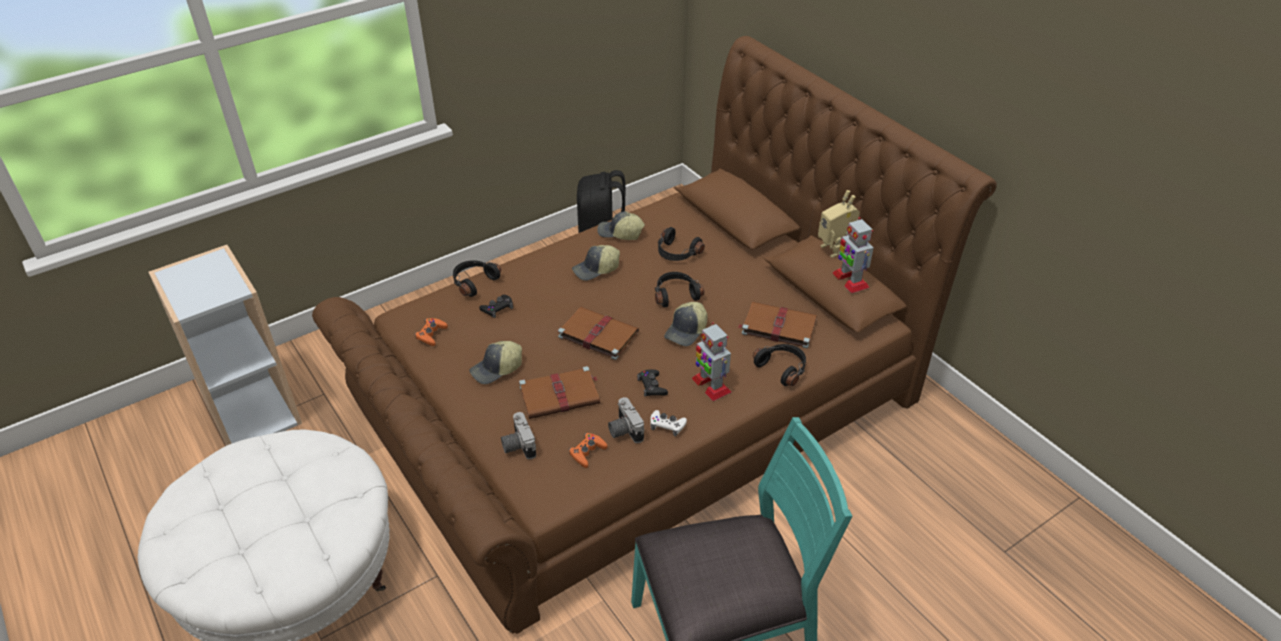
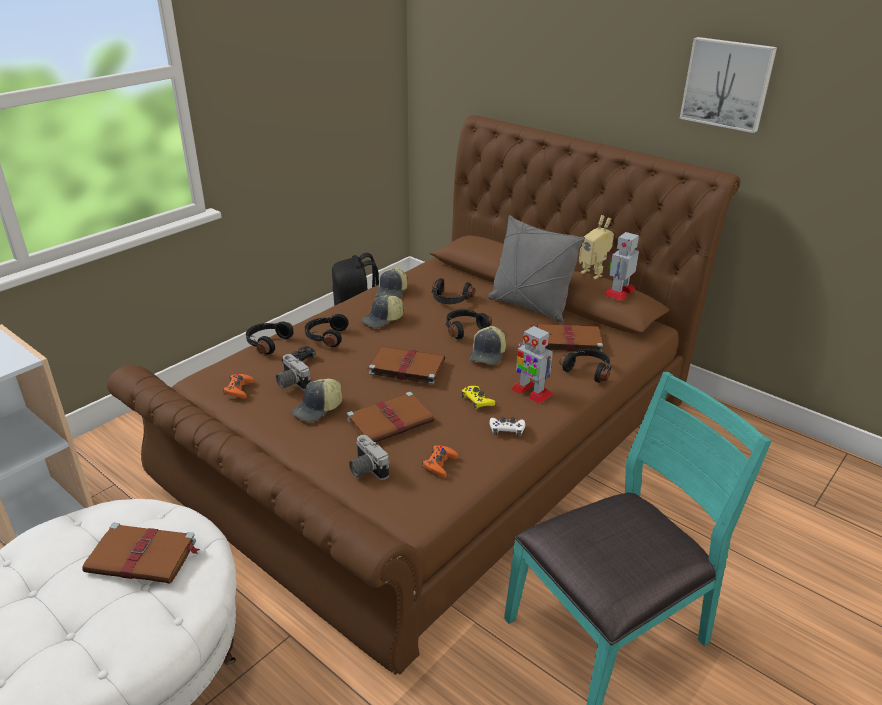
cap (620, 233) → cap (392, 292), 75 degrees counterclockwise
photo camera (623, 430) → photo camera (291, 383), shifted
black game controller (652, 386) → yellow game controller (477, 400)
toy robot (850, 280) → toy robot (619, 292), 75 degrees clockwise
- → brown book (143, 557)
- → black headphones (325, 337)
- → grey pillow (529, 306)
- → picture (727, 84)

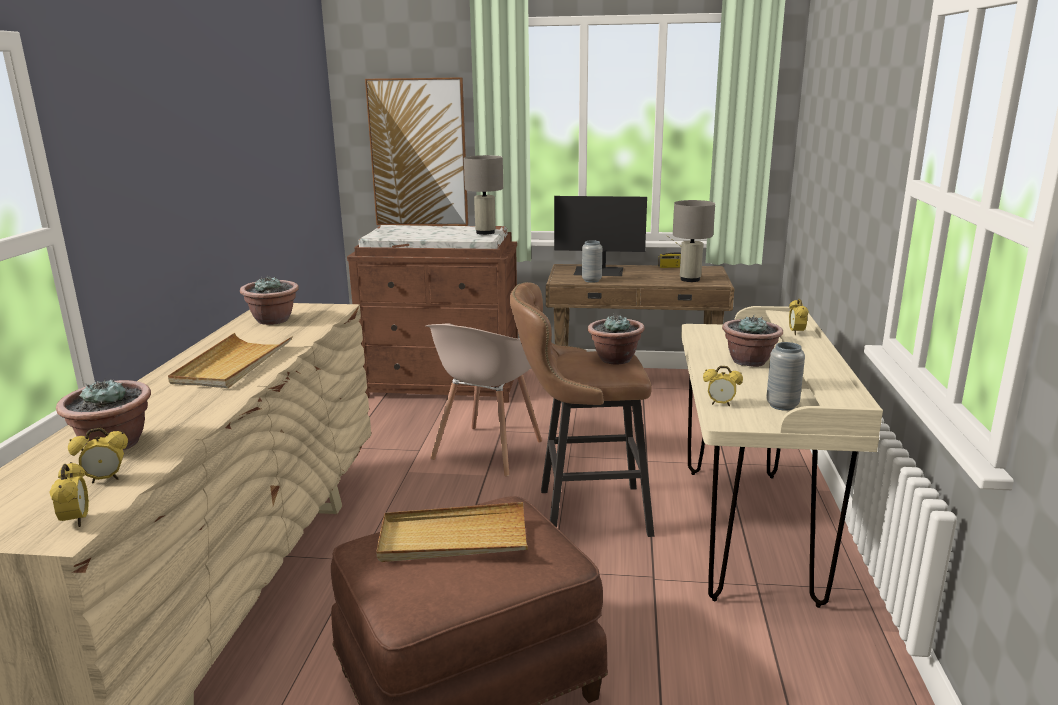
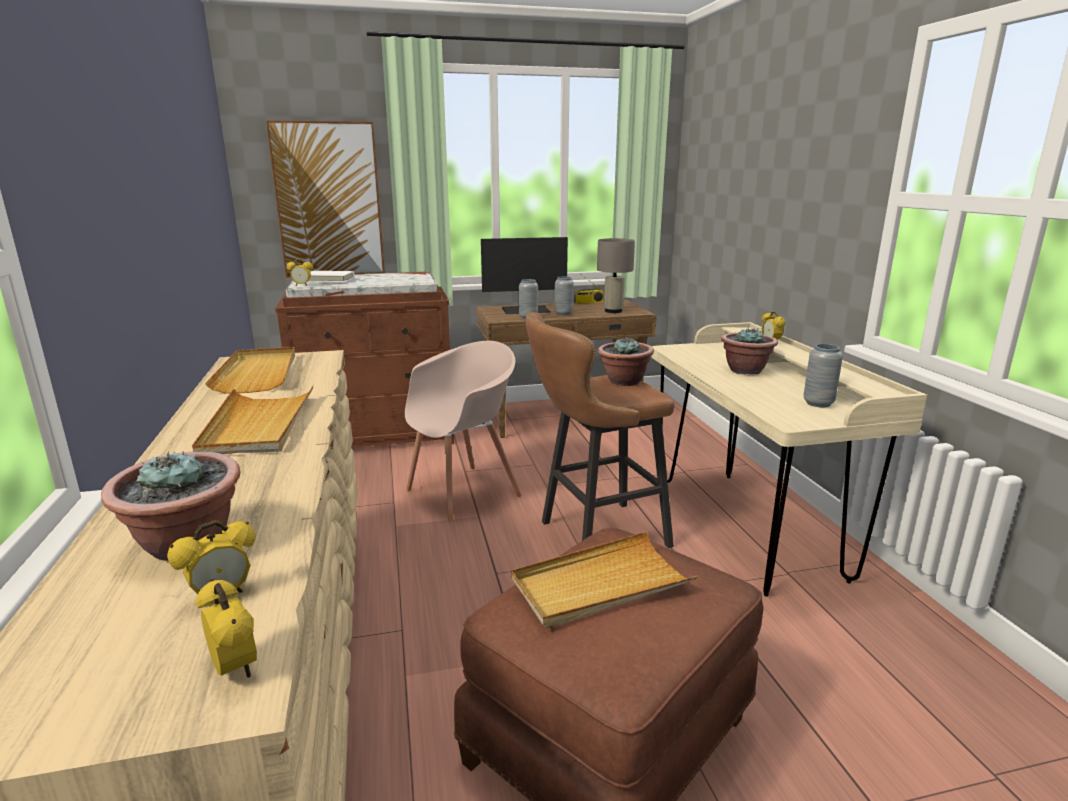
potted plant (273, 320) → beige tray (258, 373)
beige chair (487, 451) → beige chair (464, 493), 135 degrees counterclockwise
grey table lamp (485, 232) → -
alarm clock (720, 404) → alarm clock (302, 285), shifted
- → white book (329, 279)
- → grey vase (563, 314)

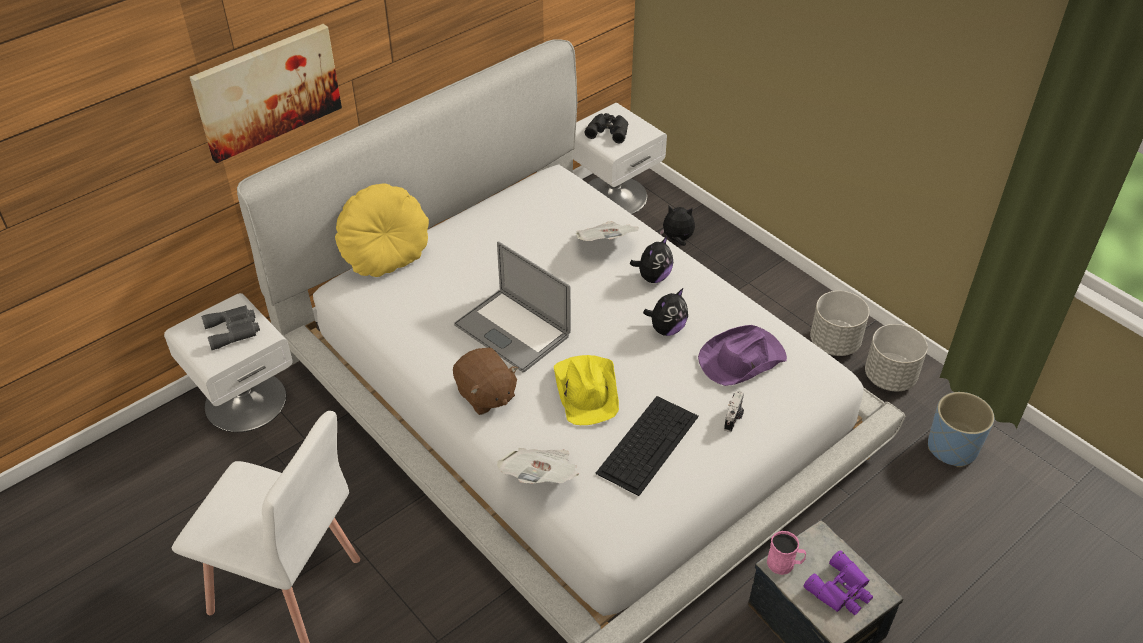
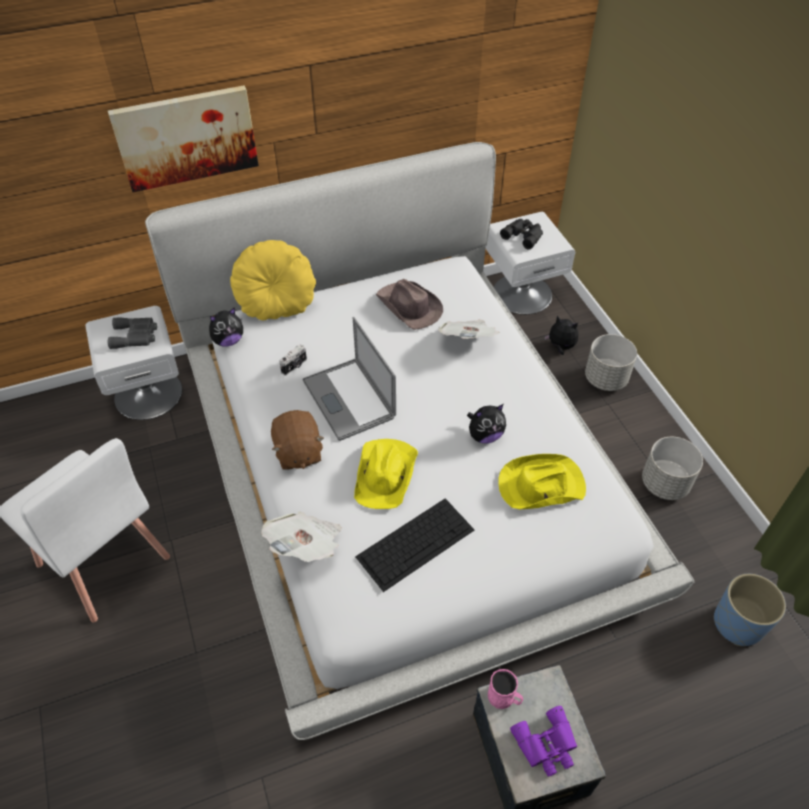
plush toy (653, 277) → plush toy (228, 341), shifted
purple hat (741, 359) → yellow hat (540, 485)
photo camera (734, 418) → photo camera (295, 366), shifted
grey planter (889, 377) → grey planter (605, 379), shifted
- → brown hat (409, 307)

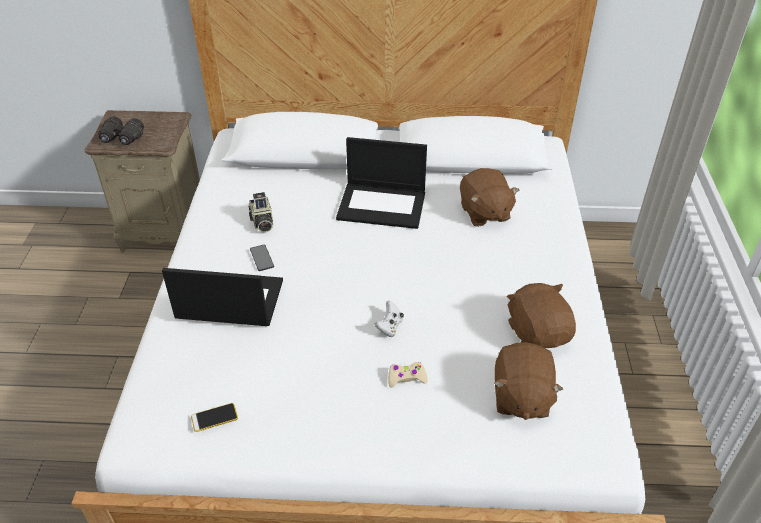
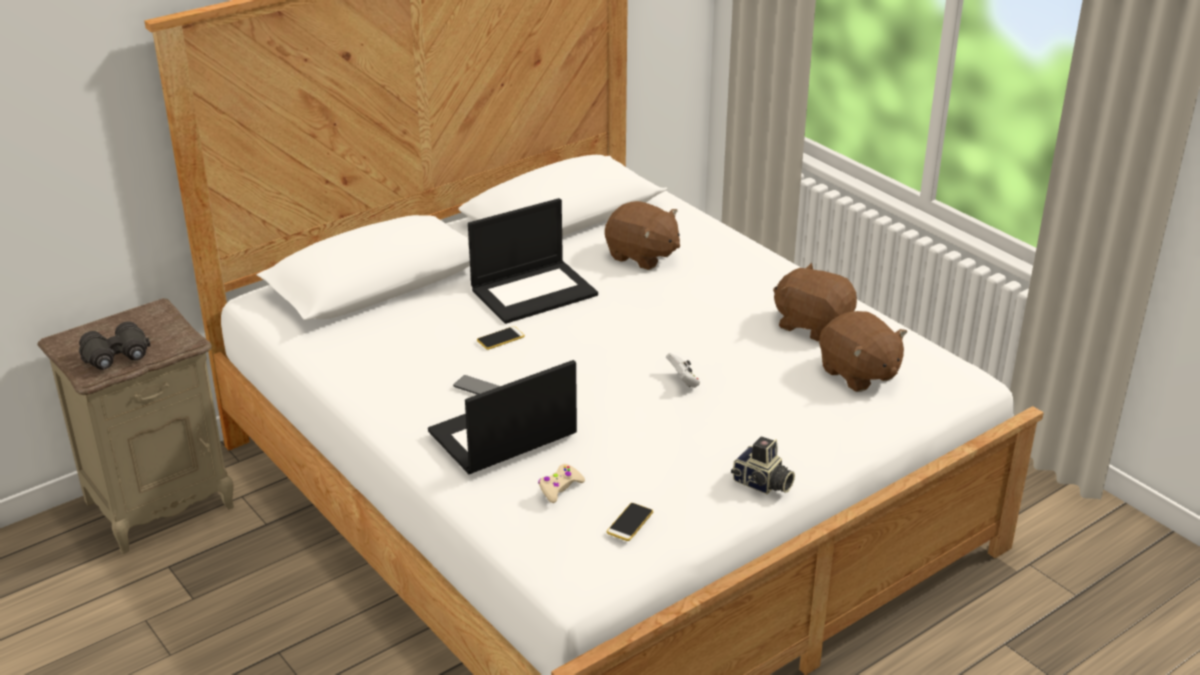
photo camera (262, 222) → photo camera (762, 484), shifted
beige game controller (406, 378) → beige game controller (560, 488), shifted
- → phone (500, 338)

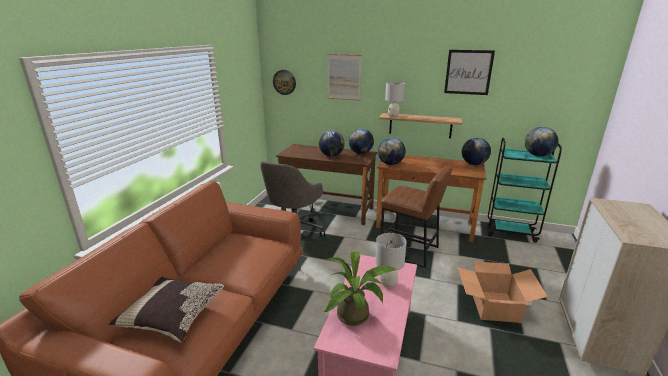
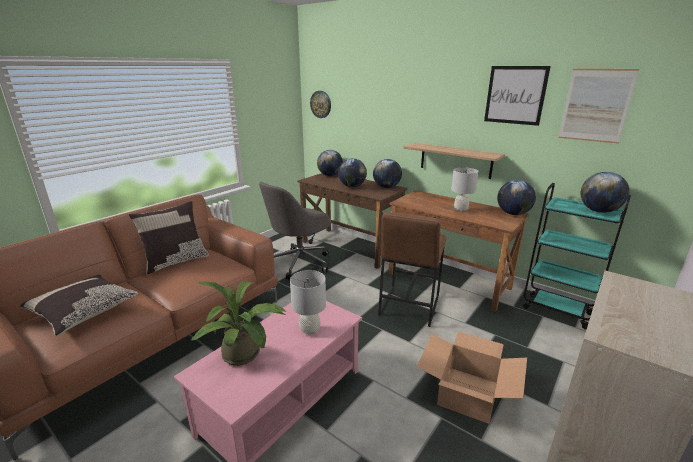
picture (344, 77) → picture (595, 105), shifted
globe (390, 164) → globe (330, 175), shifted
brown chair (410, 250) → brown chair (409, 306), 60 degrees clockwise
grey table lamp (393, 116) → grey table lamp (461, 210), shifted
- → pillow (176, 262)

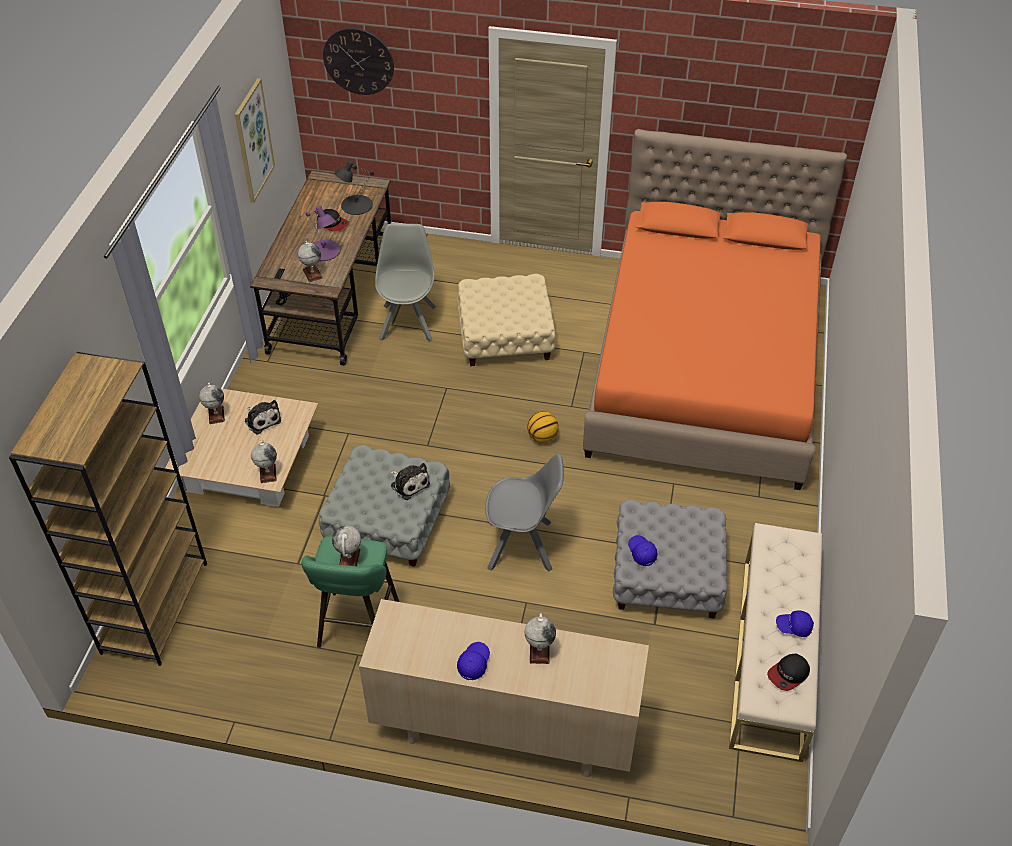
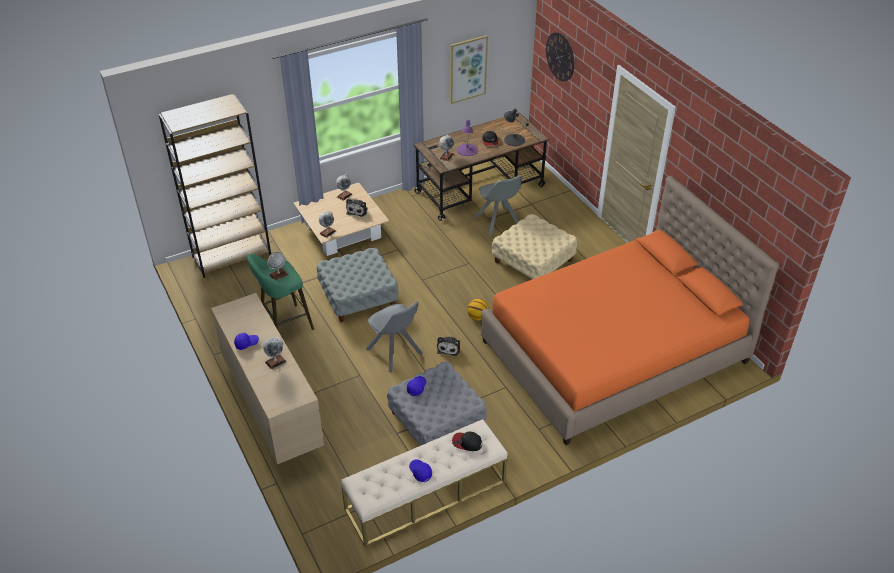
grey chair (408, 321) → grey chair (498, 222), 105 degrees clockwise
plush toy (409, 484) → plush toy (449, 347), shifted
cap (788, 674) → cap (467, 443), shifted

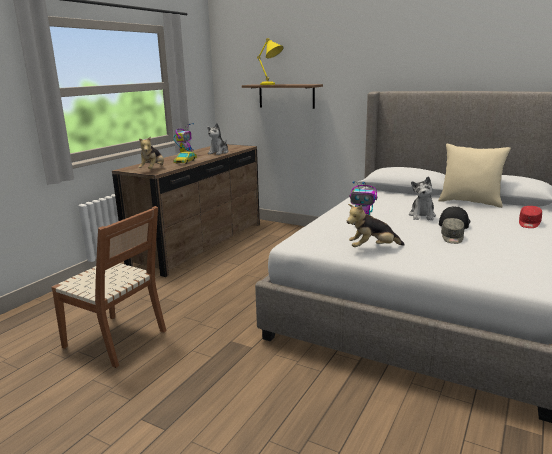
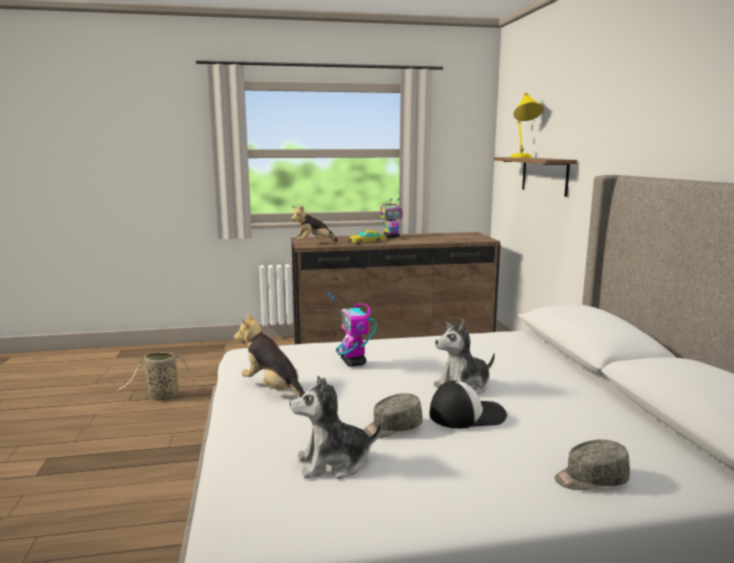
chair (118, 341) → basket (161, 397)
plush toy (219, 152) → plush toy (334, 463), shifted
beige pillow (470, 202) → -
red cap (529, 223) → grey cap (590, 479)

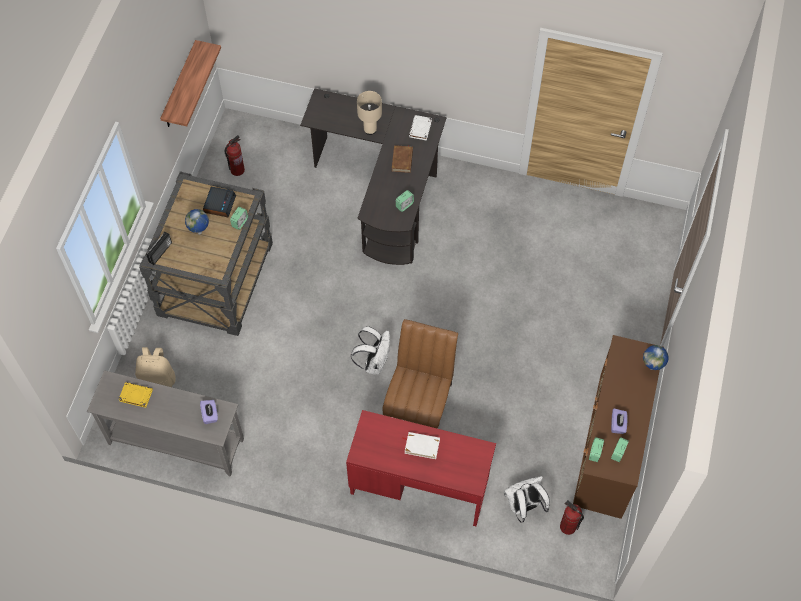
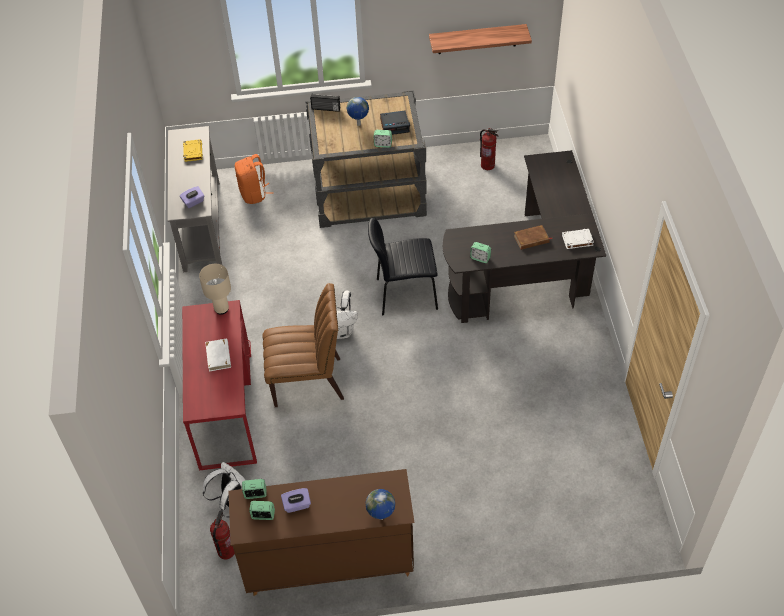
beige backpack (158, 380) → orange backpack (254, 194)
beige table lamp (370, 129) → beige table lamp (222, 309), shifted
- → black chair (404, 294)

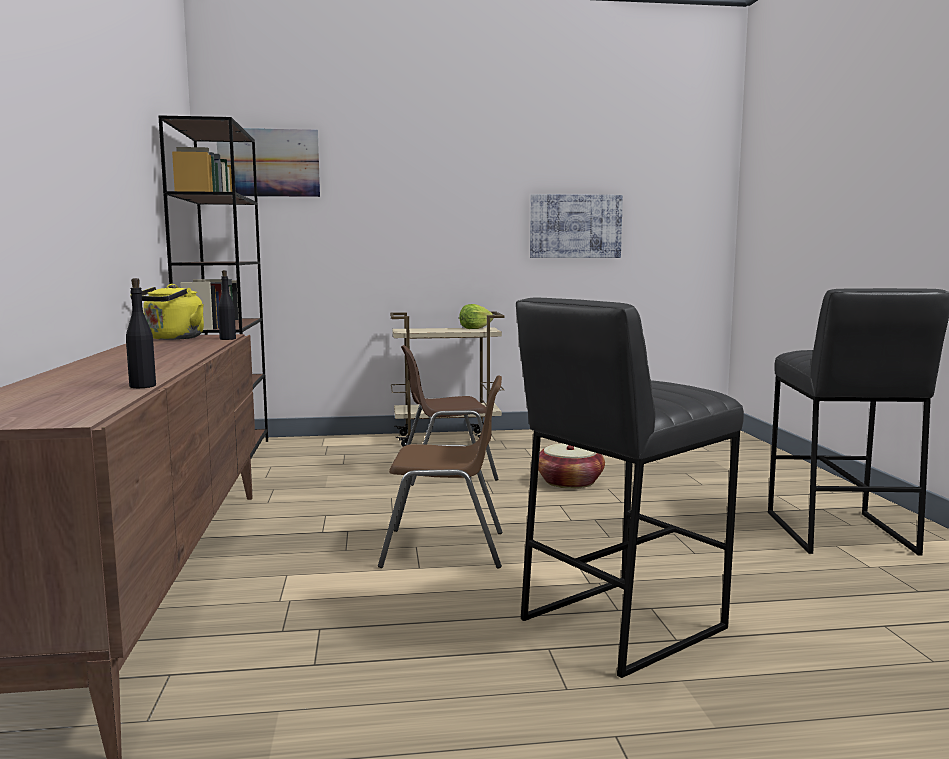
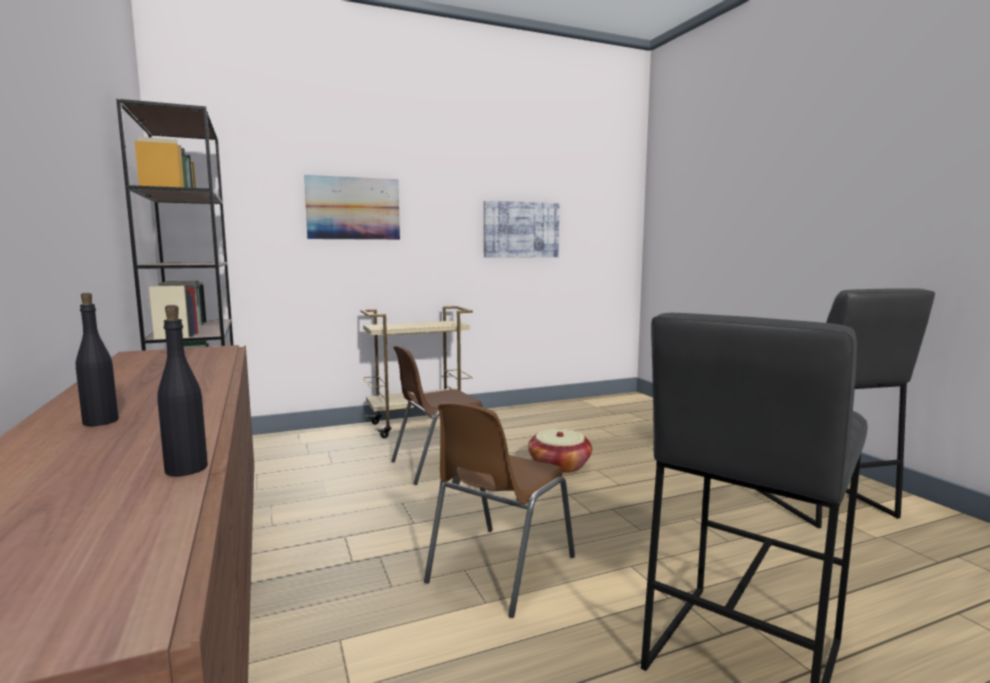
yellow kettle (172, 338) → -
picture (269, 163) → picture (353, 208), shifted
black bottle (227, 339) → black bottle (100, 421), shifted
brown chair (446, 549) → brown chair (498, 570), 135 degrees clockwise
lettuce (475, 328) → -

